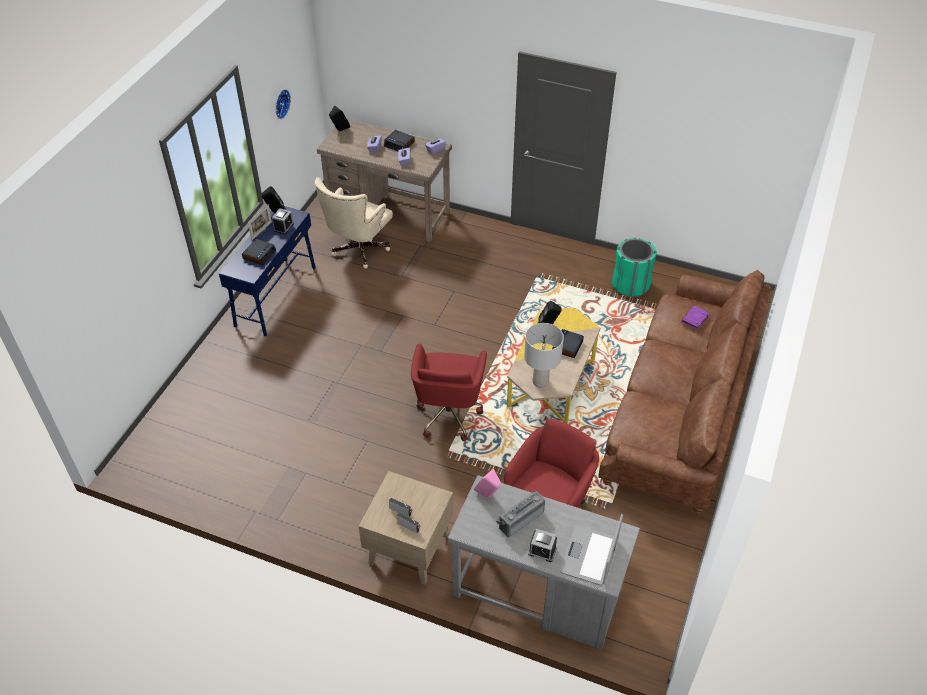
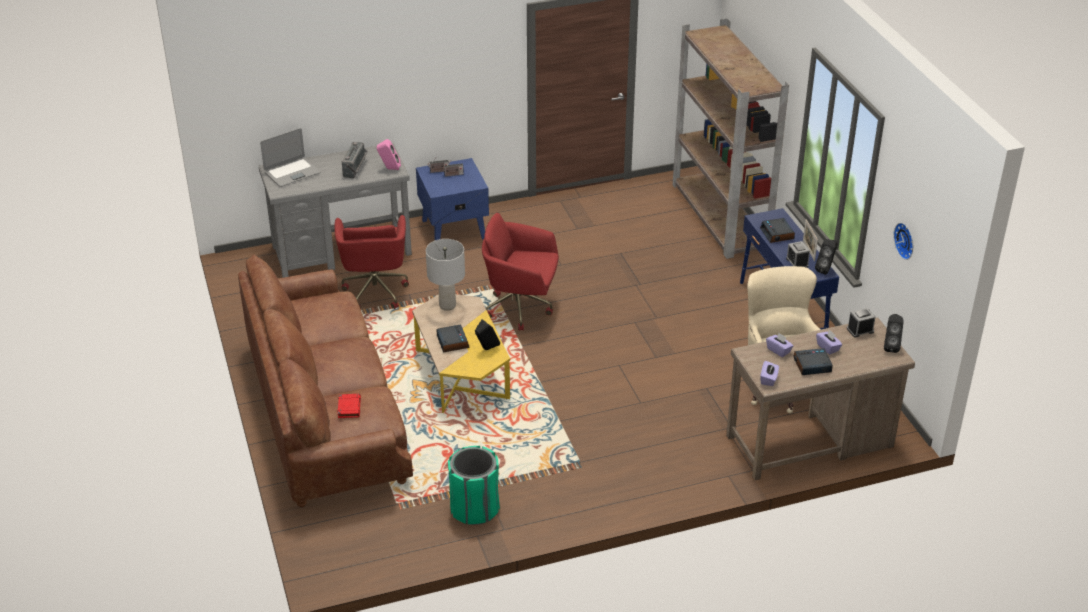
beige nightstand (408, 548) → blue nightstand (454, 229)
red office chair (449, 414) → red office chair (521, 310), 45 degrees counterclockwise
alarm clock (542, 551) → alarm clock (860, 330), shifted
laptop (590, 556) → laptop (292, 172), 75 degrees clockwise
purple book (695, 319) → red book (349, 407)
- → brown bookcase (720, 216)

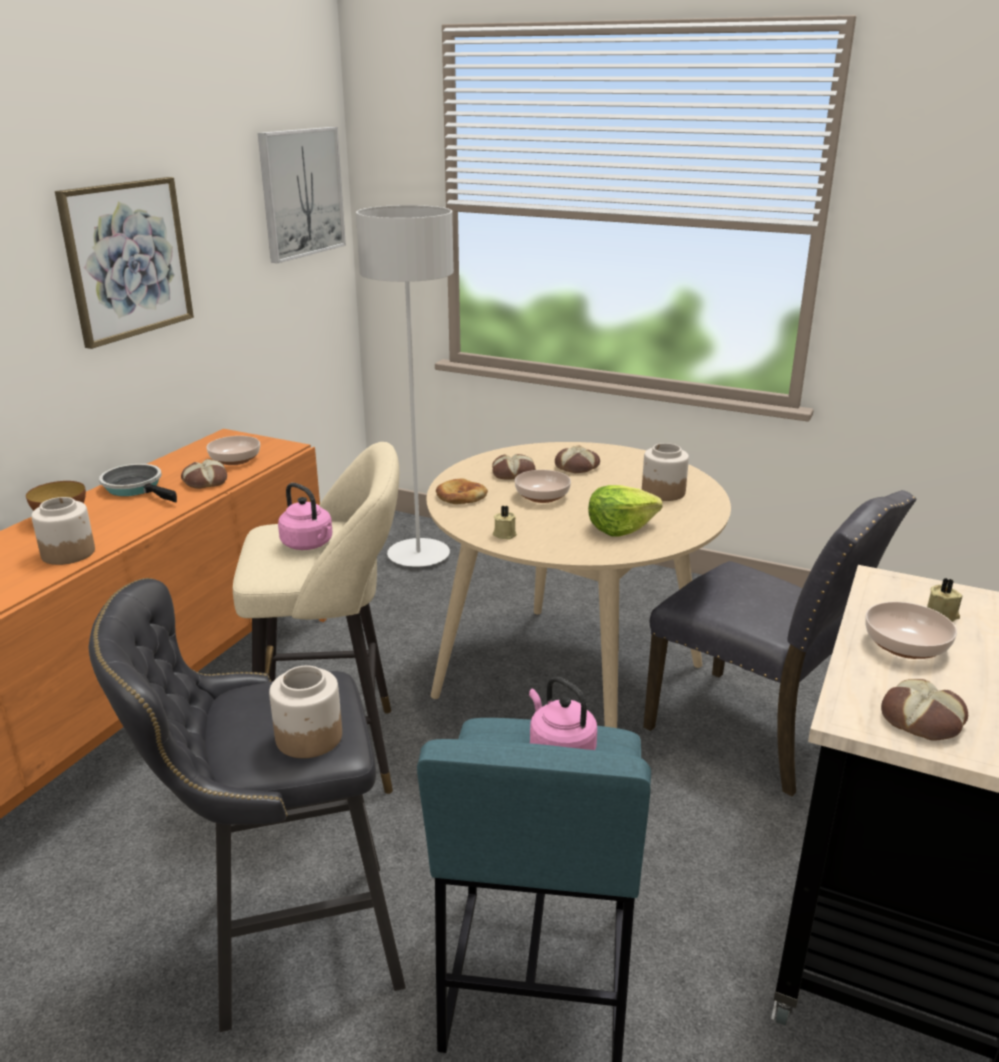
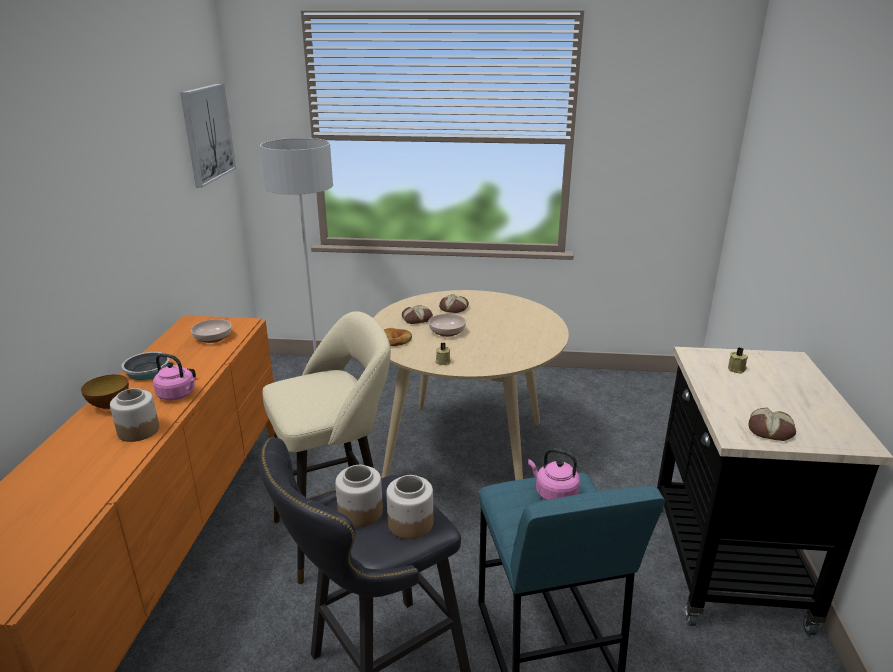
picture (127, 260) → -
bread (205, 481) → -
pink kettle (309, 544) → pink kettle (178, 395), shifted
lettuce (620, 528) → -
jar (662, 492) → jar (360, 512), shifted
grey chair (752, 733) → -
bowl (904, 645) → -

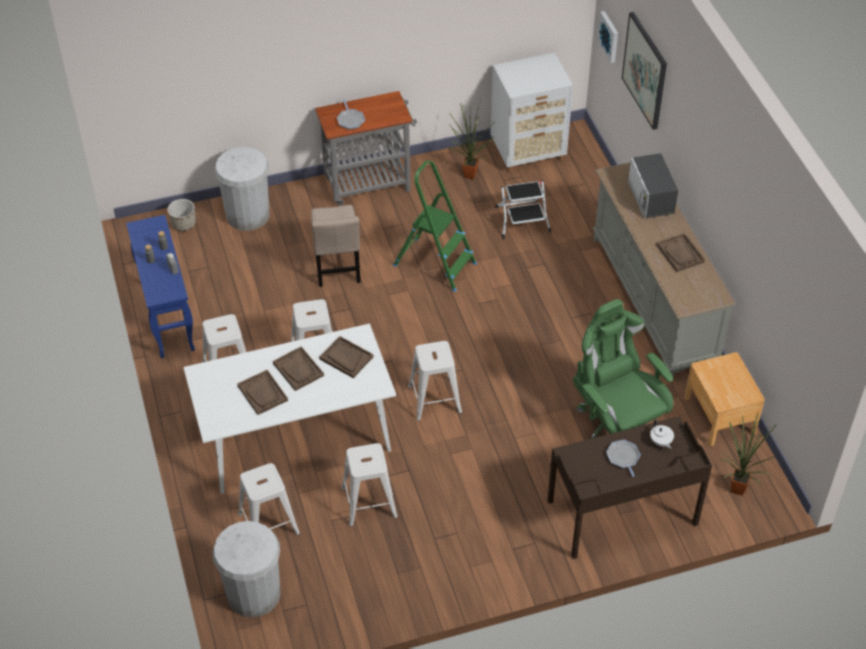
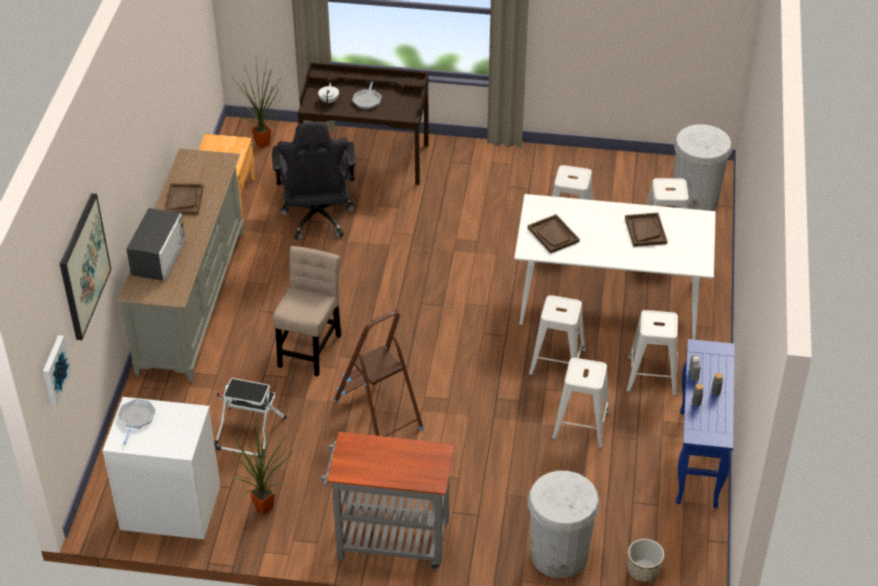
brown tray (298, 369) → -
beige chair (337, 268) → beige chair (310, 347), shifted
frying pan (350, 120) → frying pan (136, 419), shifted
green step ladder (435, 265) → brown step ladder (378, 413)
white stool (435, 399) → white stool (581, 425), shifted
green office chair (617, 425) → black office chair (317, 215)

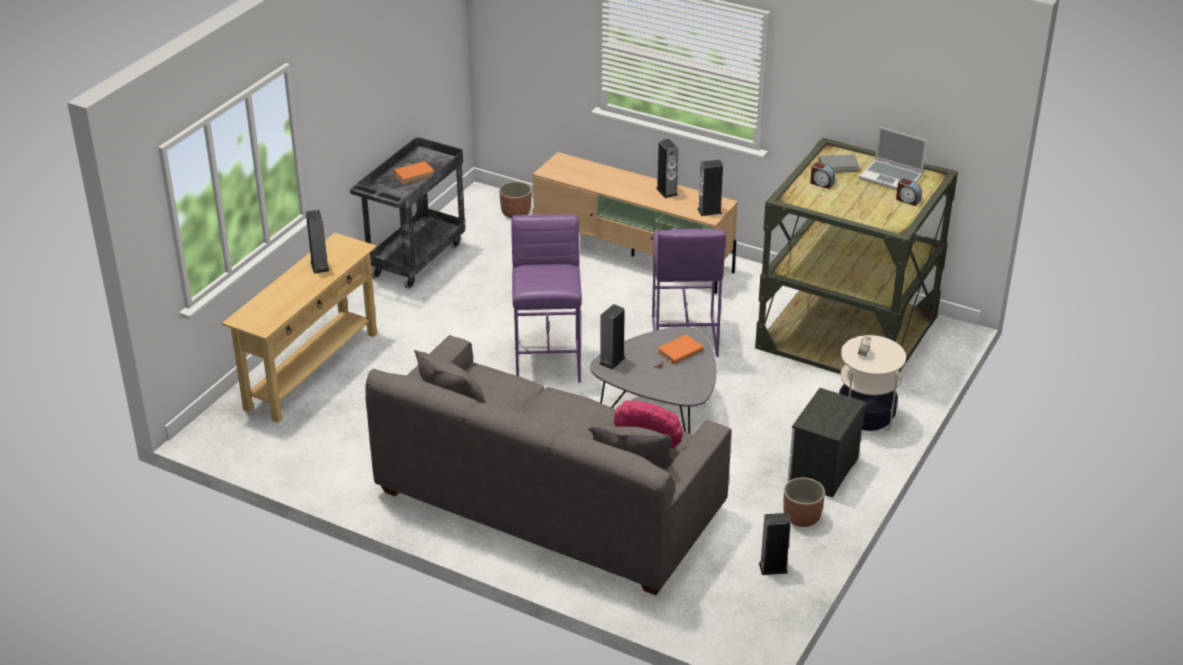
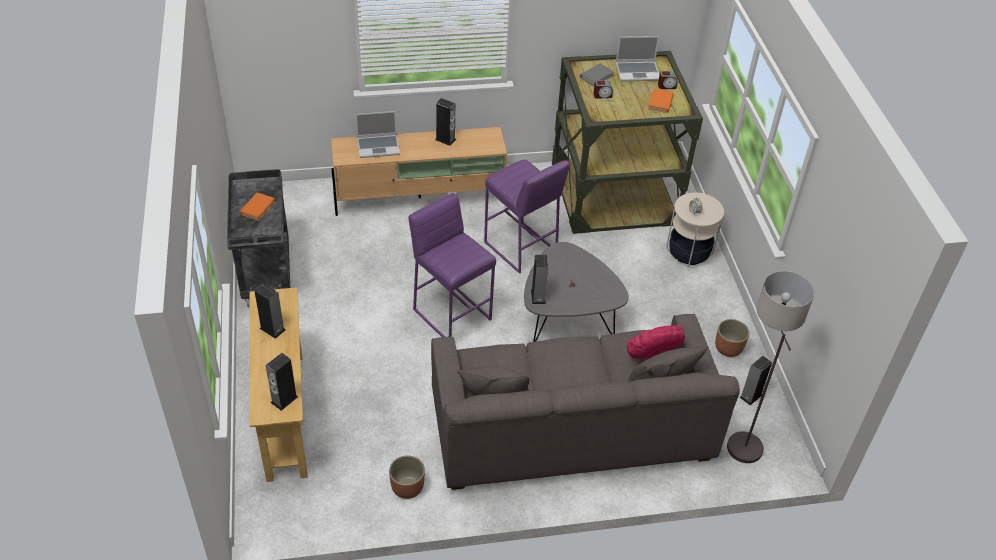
planter (515, 213) → planter (407, 487), shifted
orange book (680, 352) → orange book (660, 102), shifted
speaker (709, 211) → speaker (284, 399), shifted
nightstand (822, 471) → -
- → laptop (378, 146)
- → grey floor lamp (741, 439)

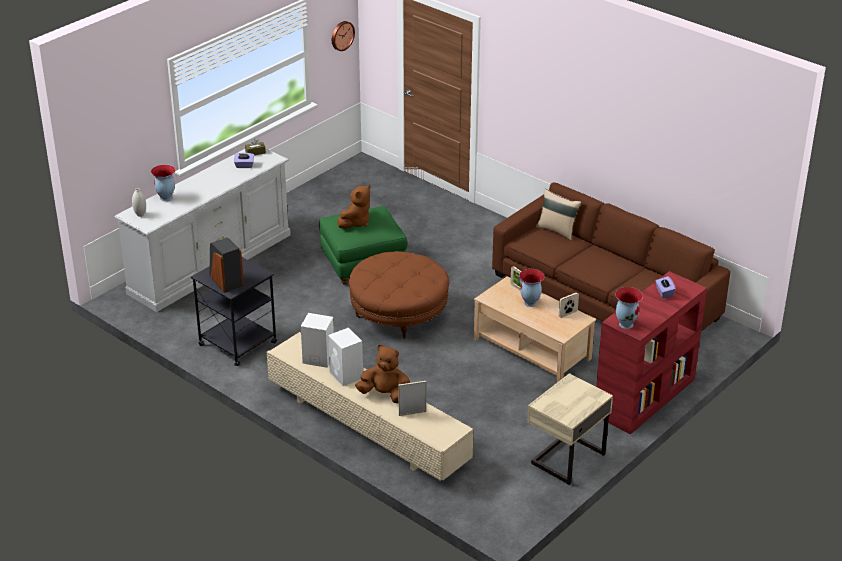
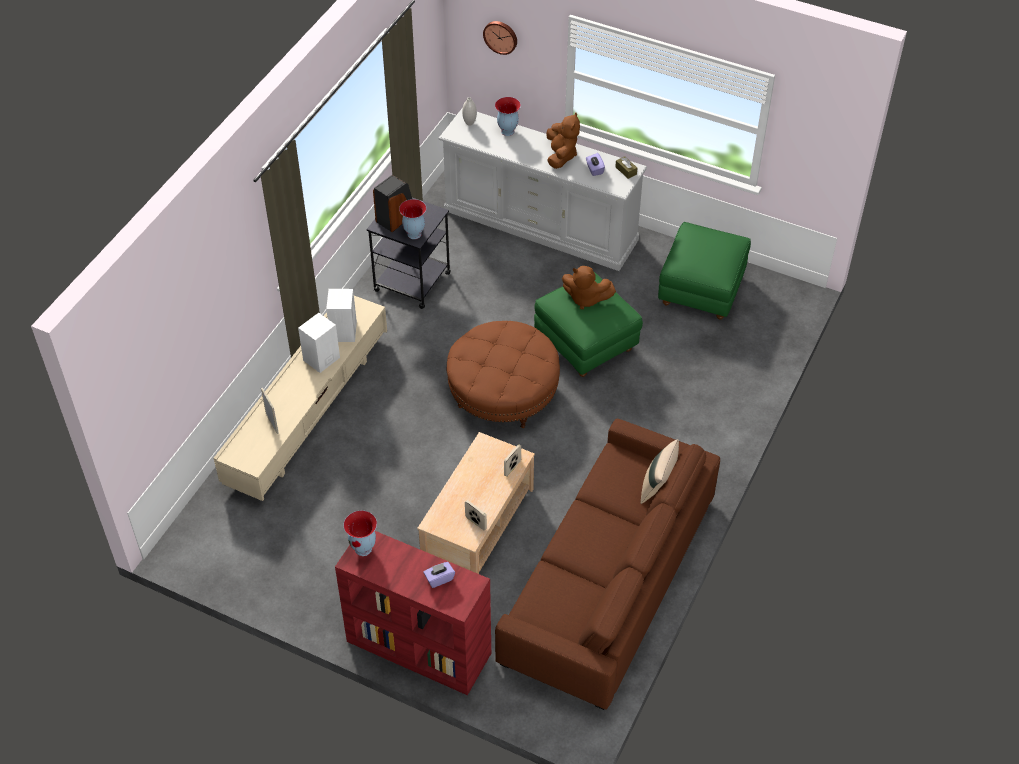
wall clock (341, 35) → wall clock (501, 36), shifted
brown plush toy (385, 395) → brown plush toy (561, 156), shifted
vase (530, 303) → vase (414, 234), shifted
beige nightstand (566, 458) → -
- → green ottoman (701, 290)

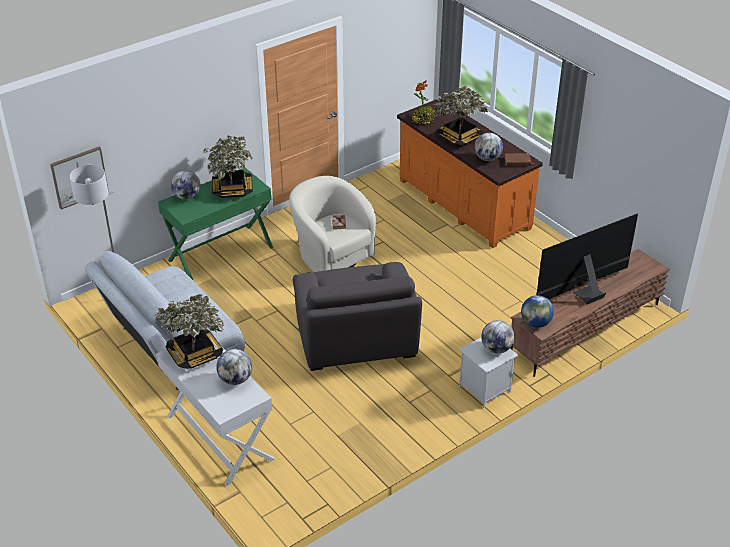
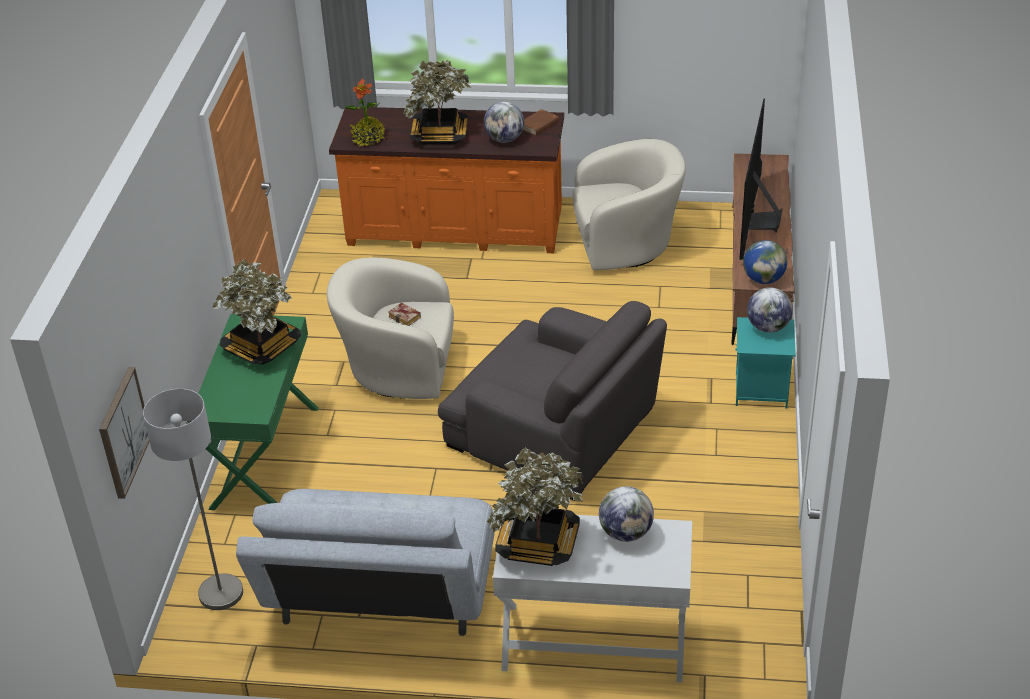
globe (187, 196) → -
grey nightstand (484, 390) → turquoise nightstand (762, 391)
- → beige armchair (626, 245)

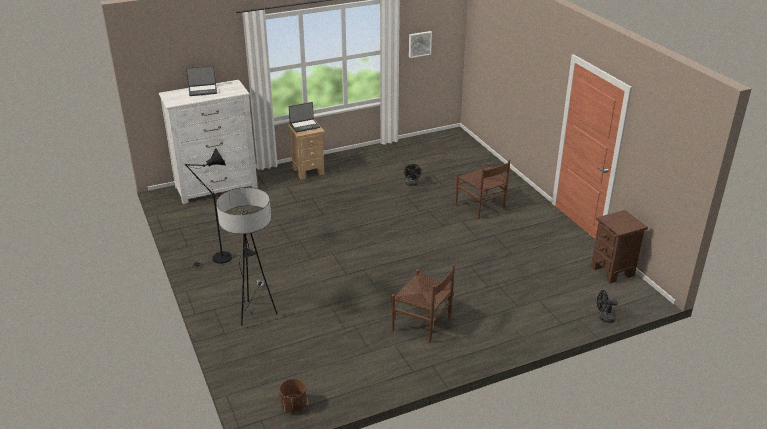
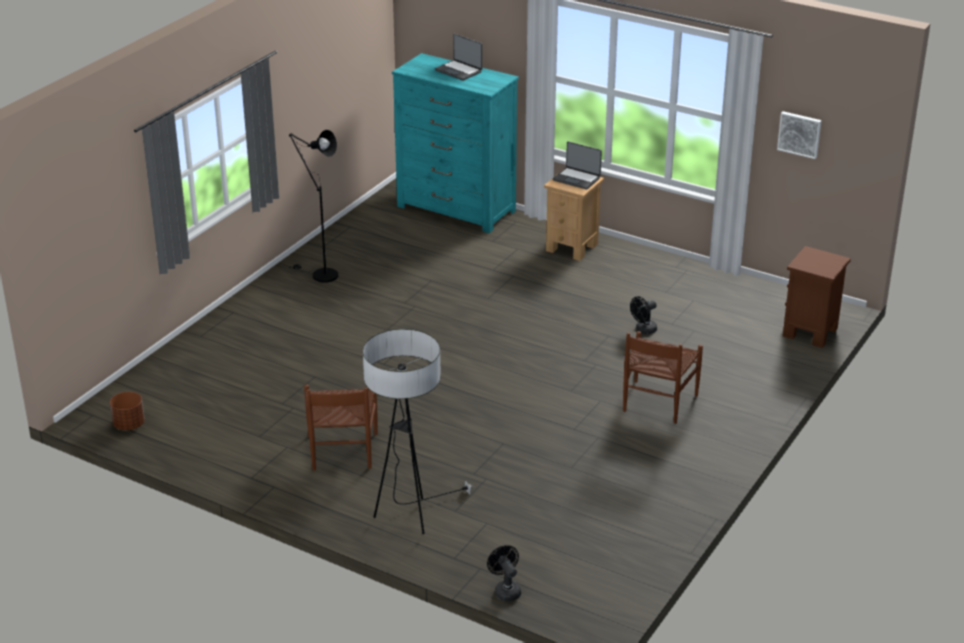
white dresser (216, 187) → turquoise dresser (456, 209)
floor lamp (256, 314) → floor lamp (409, 519), shifted
brown nightstand (612, 271) → brown nightstand (809, 332), shifted

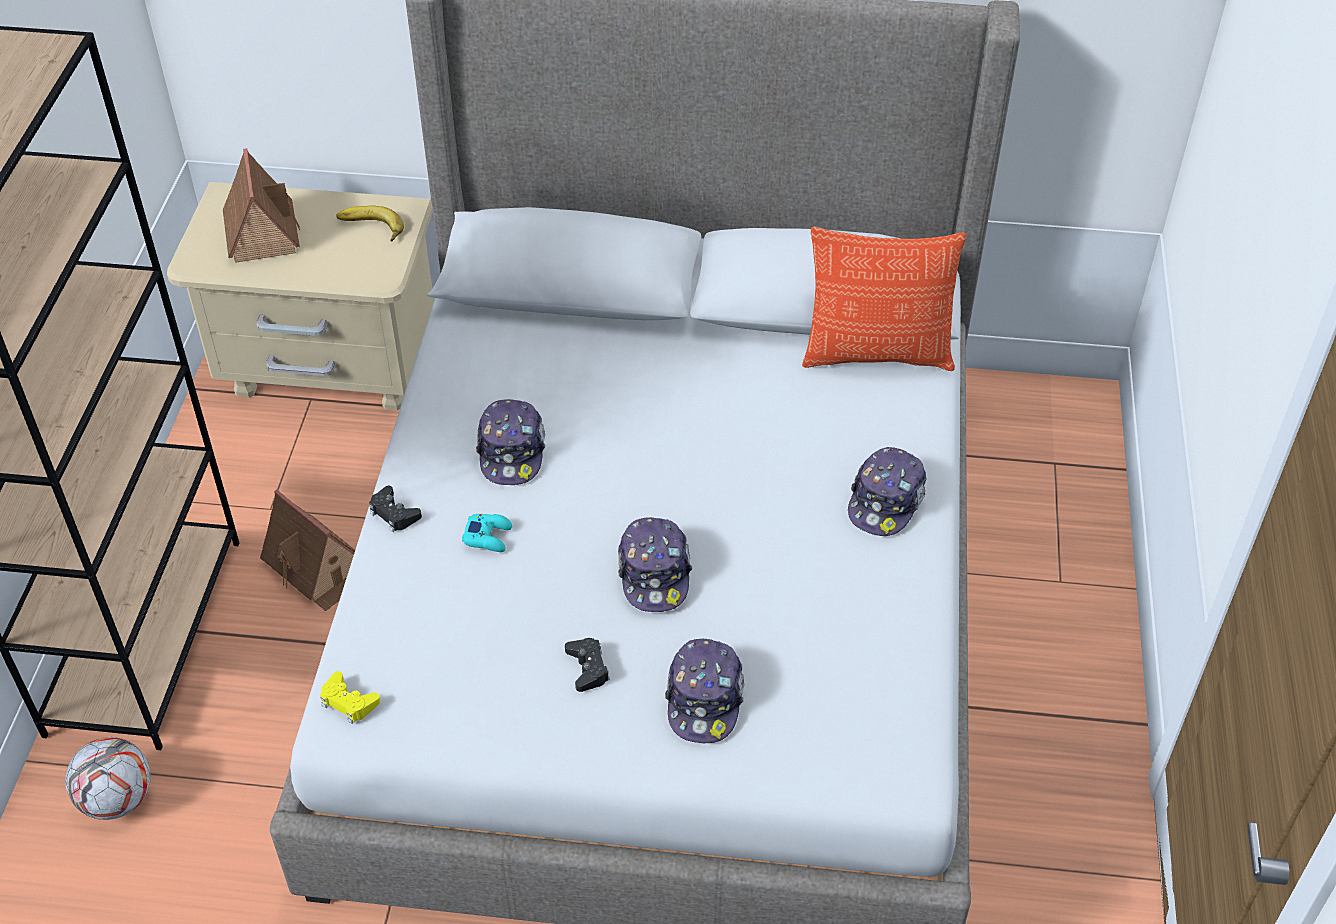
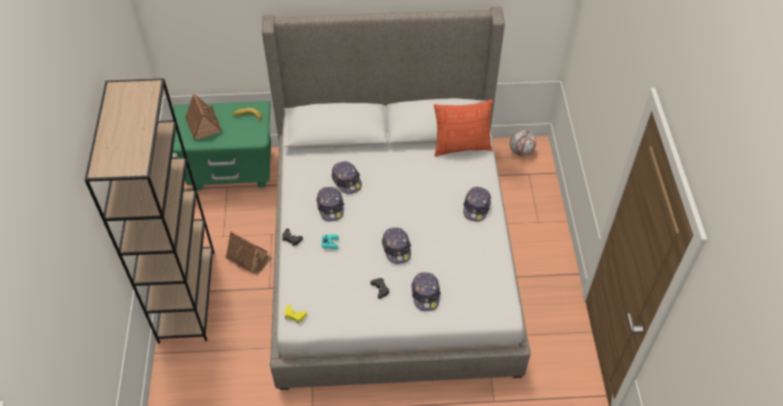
football (118, 799) → football (521, 151), shifted
beige nightstand (329, 372) → green nightstand (231, 174)
- → cap (347, 180)

